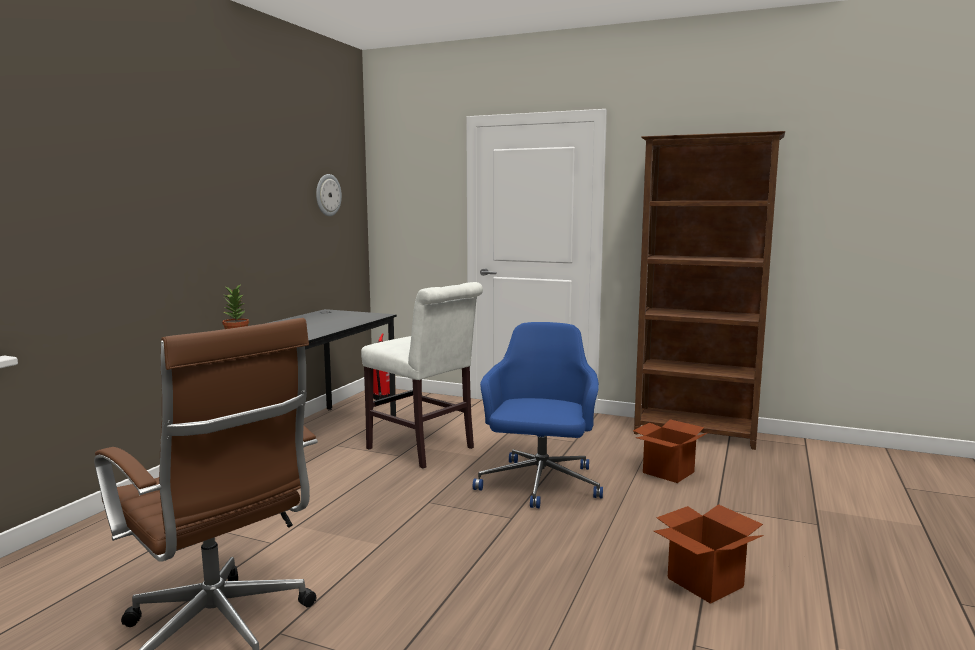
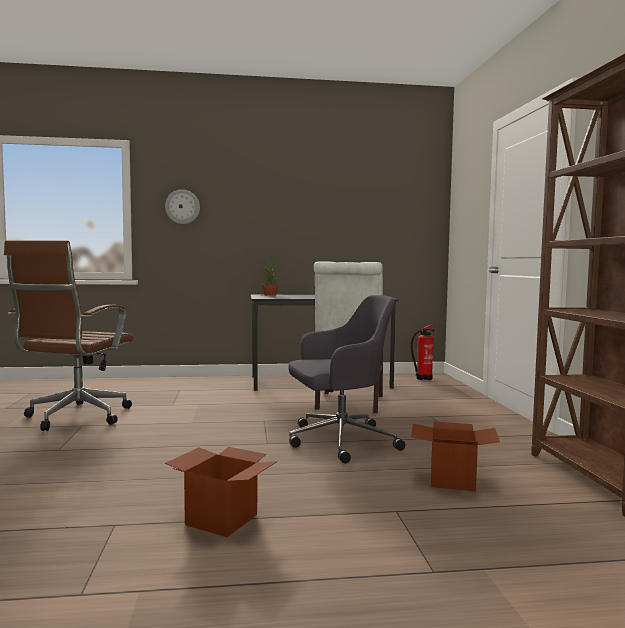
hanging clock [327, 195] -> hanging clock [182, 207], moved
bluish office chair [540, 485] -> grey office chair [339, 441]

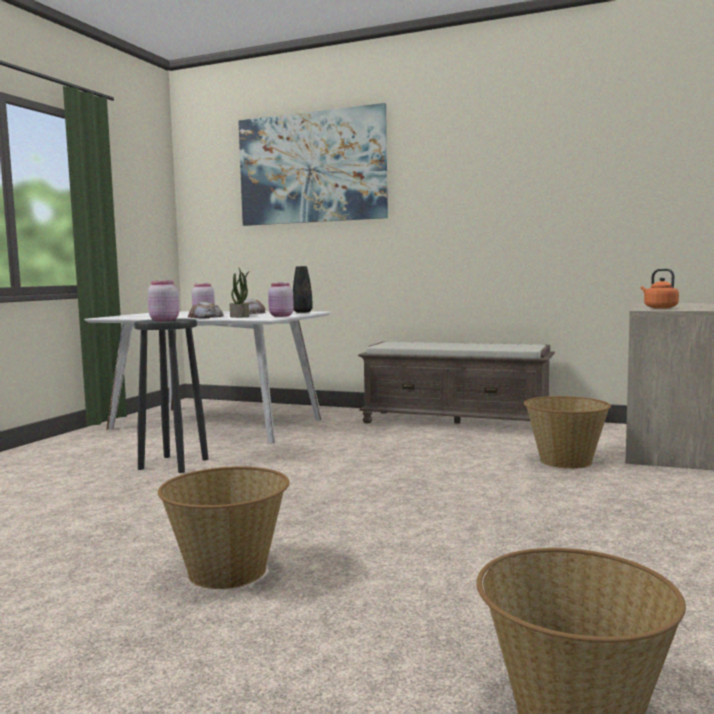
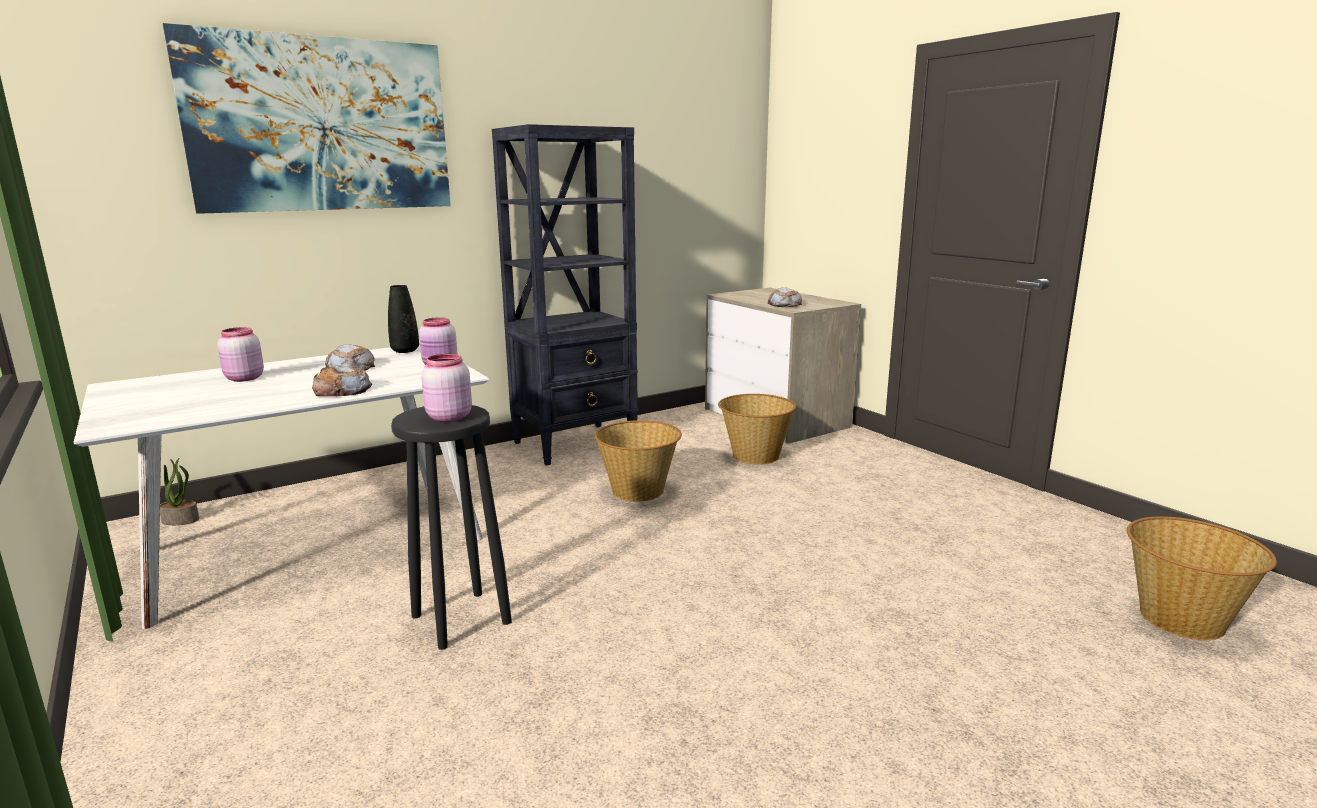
houseplant [240, 316] -> houseplant [181, 520], moved
brown bench [457, 422] -> black bookcase [576, 444]
basket [228, 572] -> basket [639, 490], moved
orangey tea kettle [659, 308] -> baked bread [784, 304]

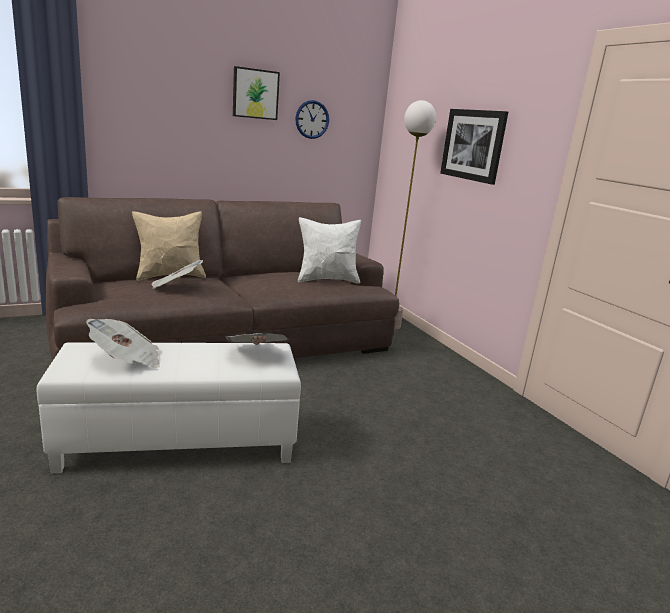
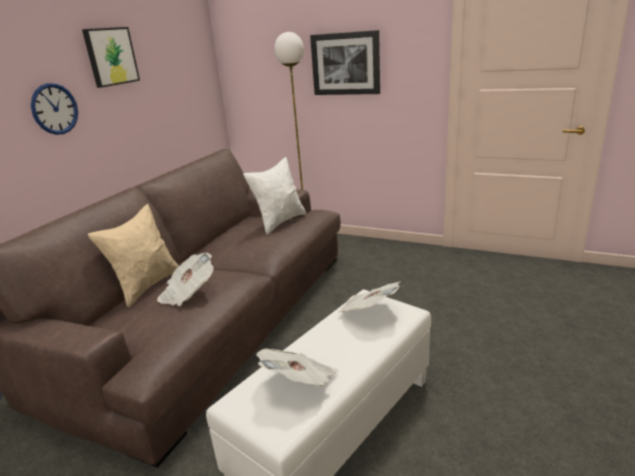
hanging clock [312, 119] -> hanging clock [54, 109], moved

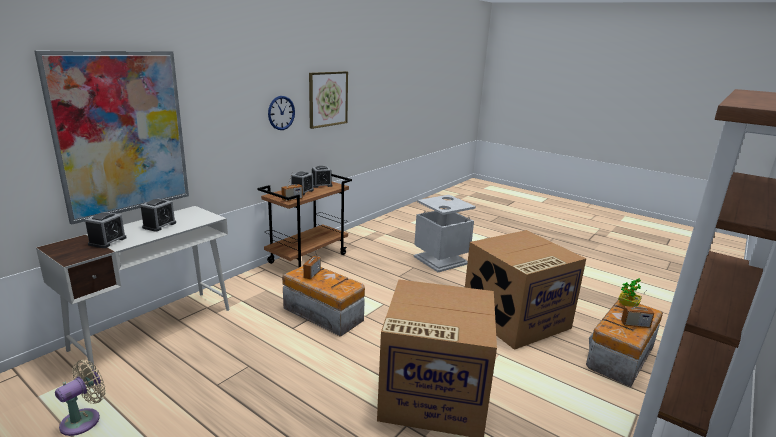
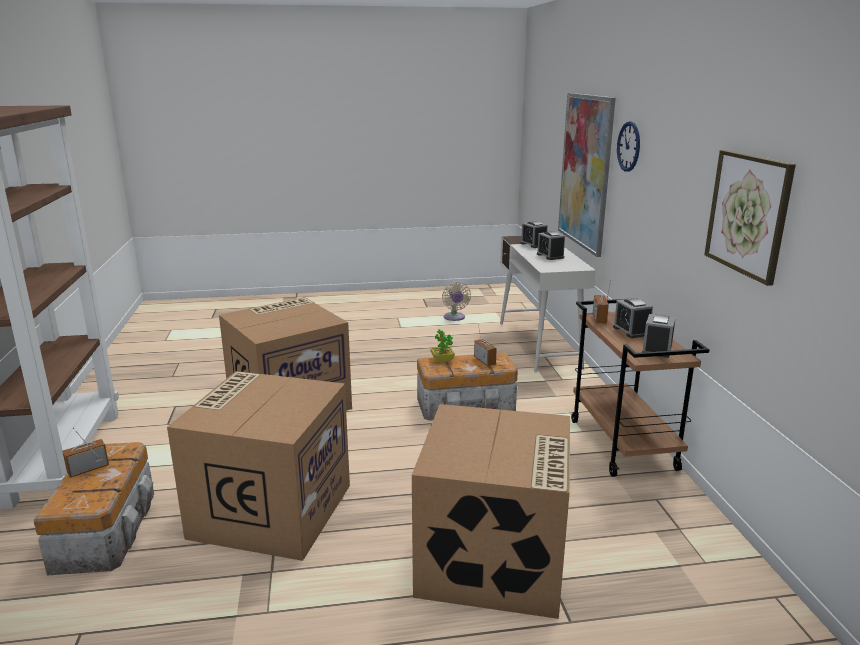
grey waste bin [441, 260] -> packing box [494, 561]
houseplant [628, 305] -> houseplant [442, 360], moved
hanging clock [281, 113] -> hanging clock [629, 146], moved

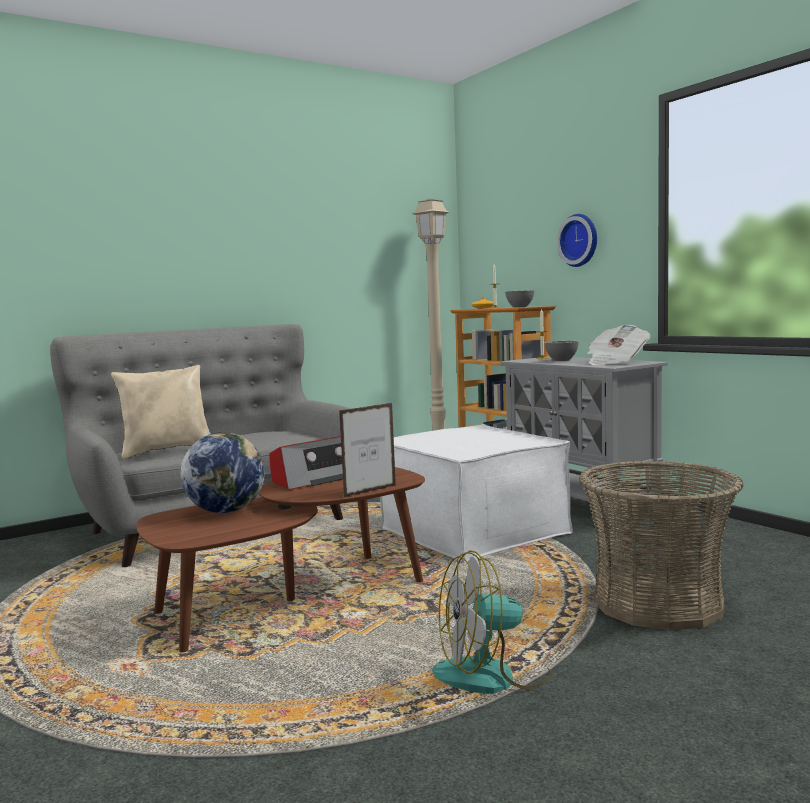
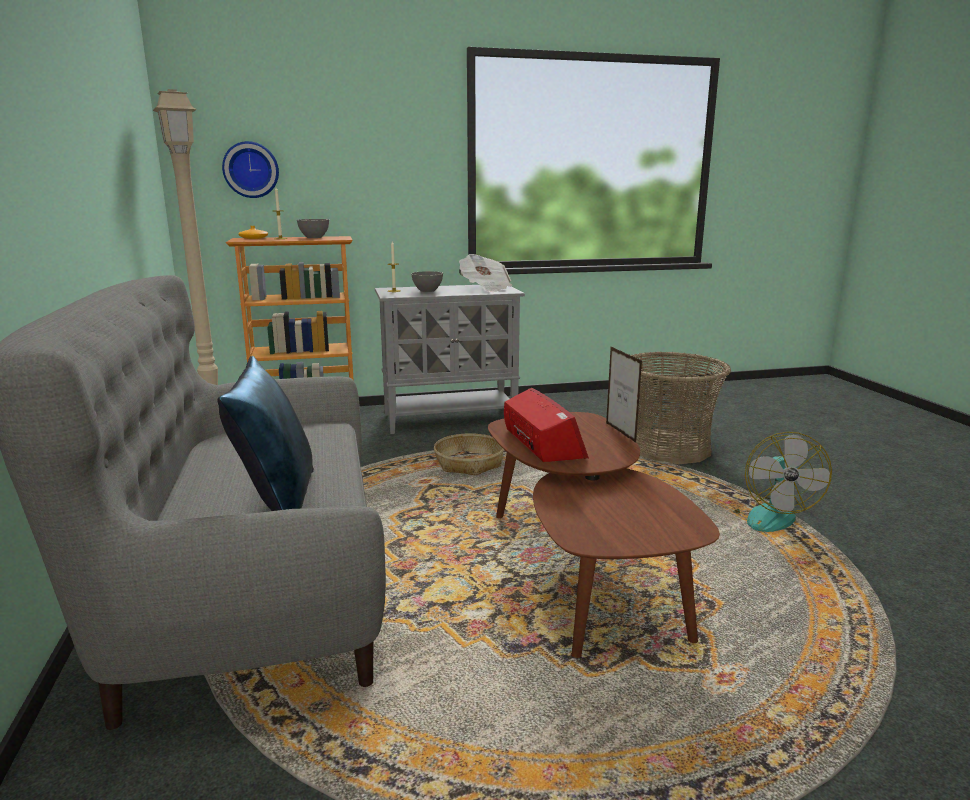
beige-coloured throw pillow [167, 451] -> bluish throw pillow [278, 503]
hanging clock [580, 240] -> hanging clock [251, 170], moved
white-coloured ottoman [474, 531] -> basket [468, 463]
desk globe [226, 511] -> none

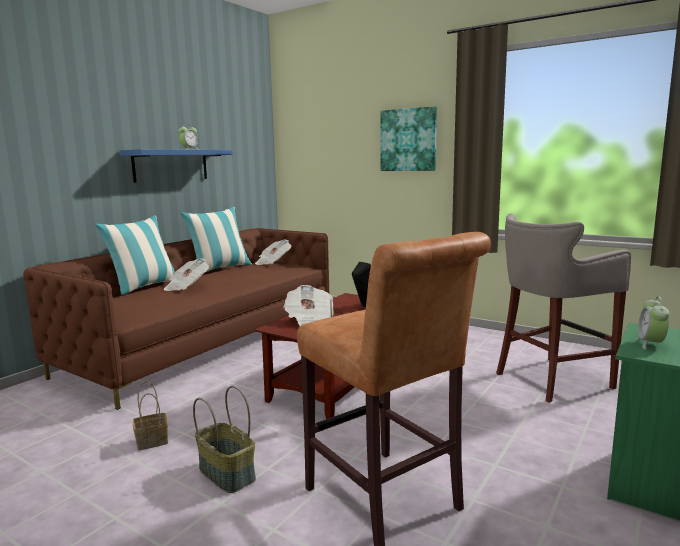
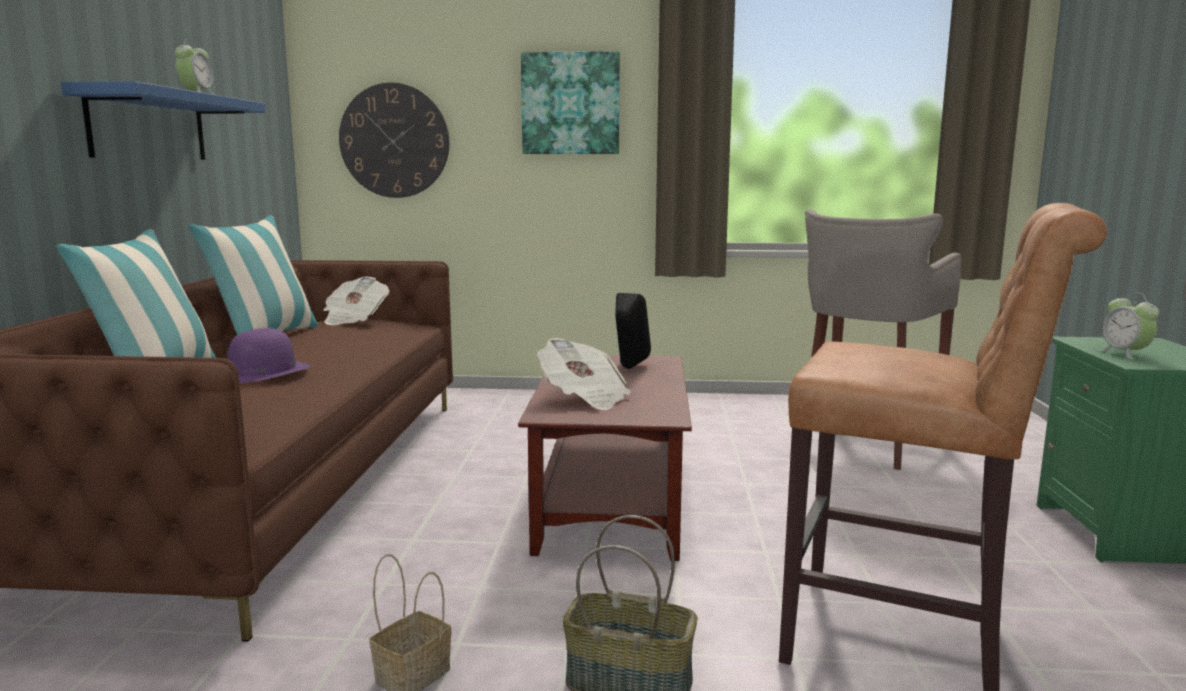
printed paper [186, 287] -> purplish clothing hat [262, 372]
none -> hanging clock [394, 141]

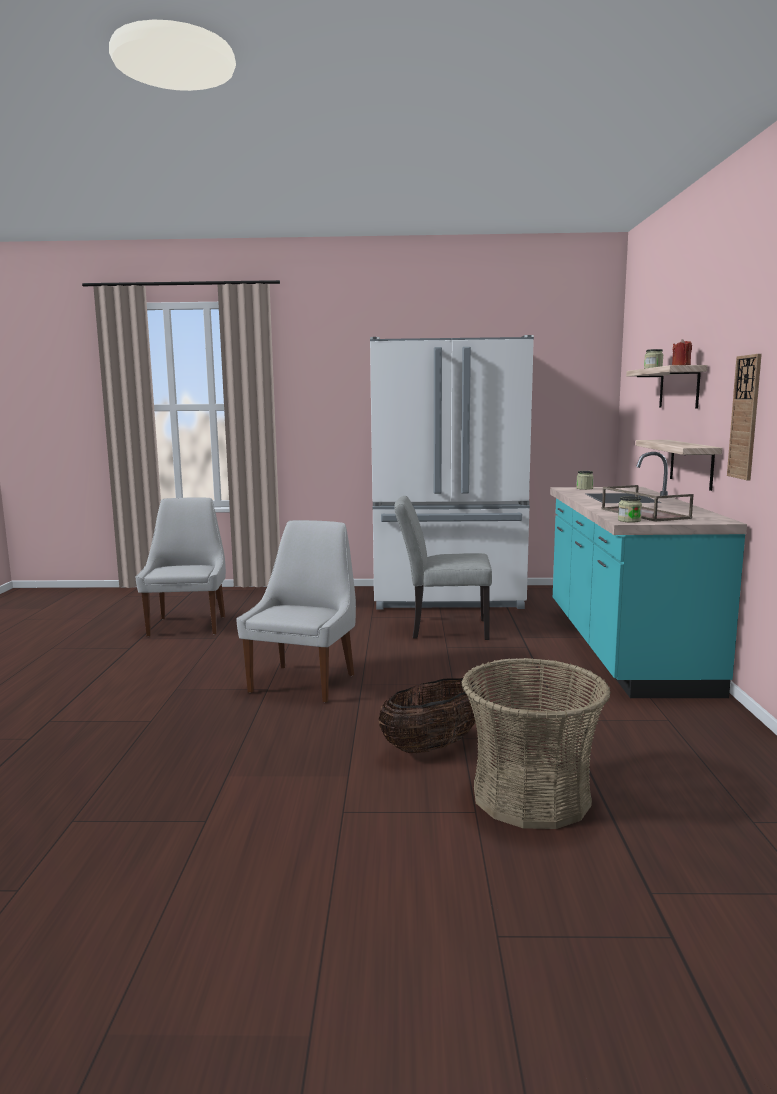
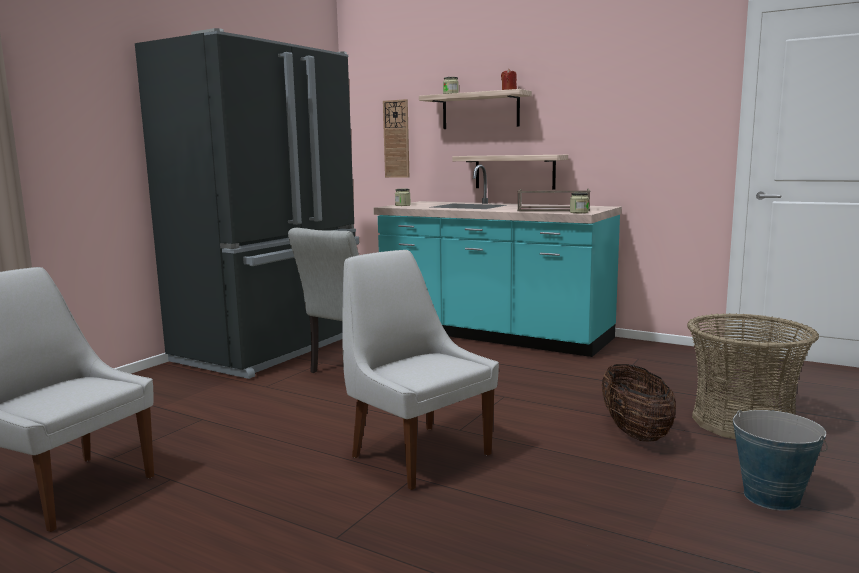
white-coloured refrigerator [448, 598] -> black refrigerator [273, 348]
hanging clock [745, 417] -> hanging clock [396, 139], moved
none -> pail [771, 497]

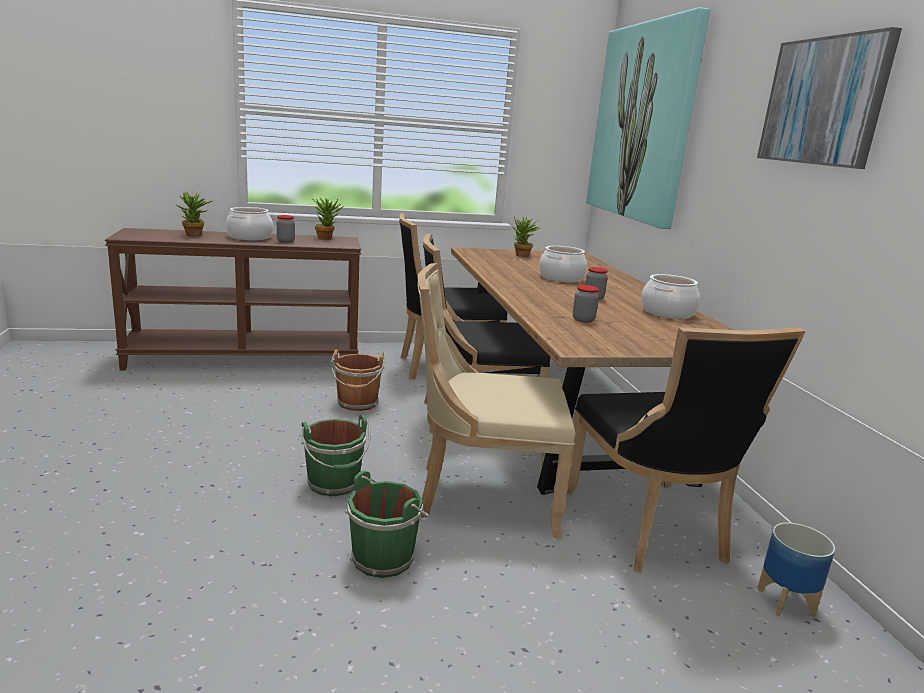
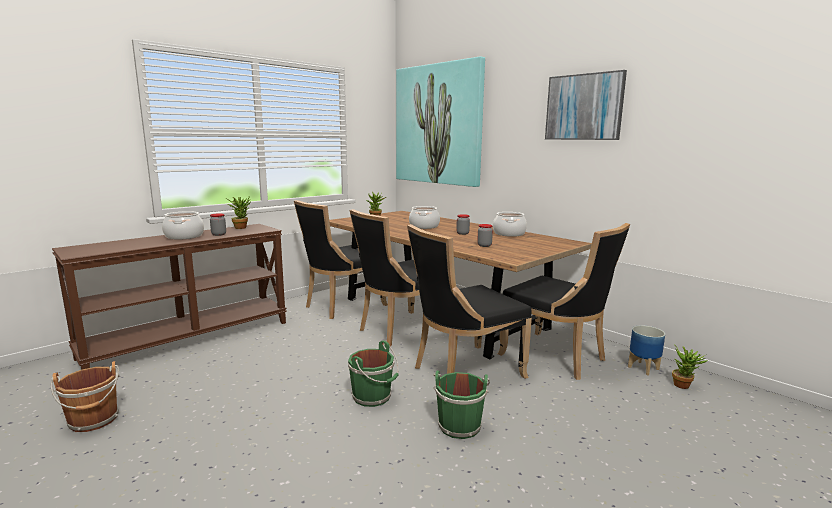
brown pail [357, 403] -> brown pail [94, 421], moved
beige-coloured upright chair [482, 496] -> black upright chair [463, 371]
houseplant [195, 235] -> houseplant [684, 385], moved

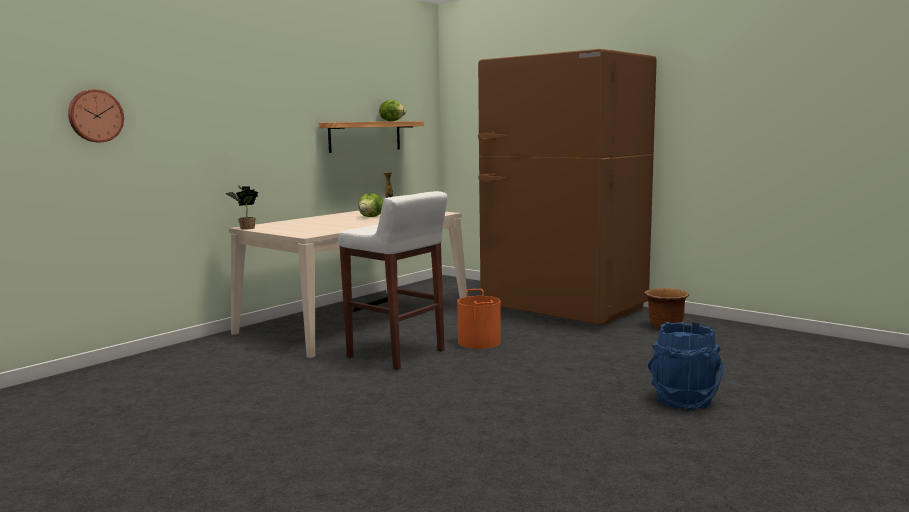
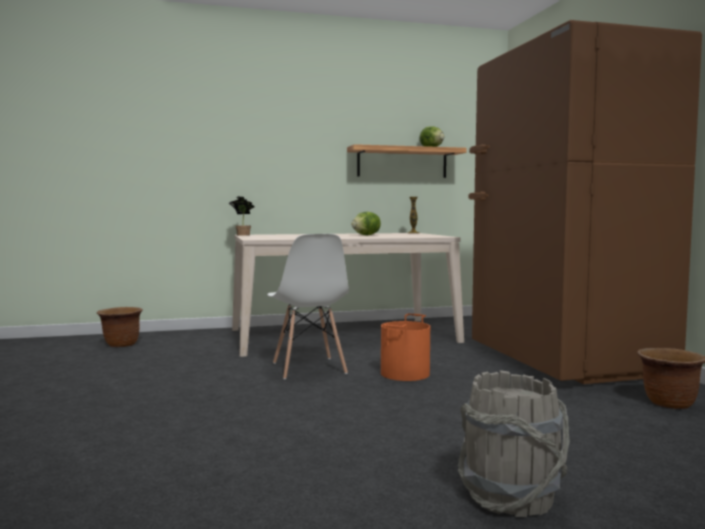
none -> brown flower pot [121, 344]
white-coloured stool [397, 354] -> white-coloured upright chair [308, 368]
bluish pail [684, 400] -> grey pail [511, 497]
hanging clock [95, 116] -> none

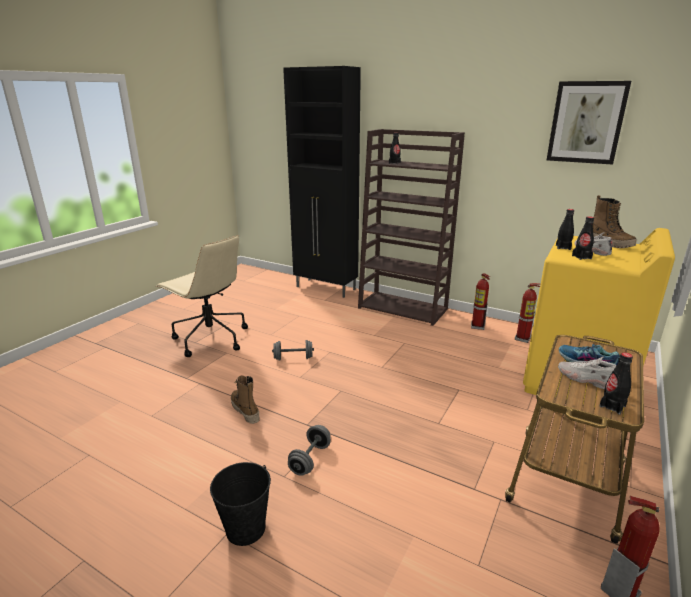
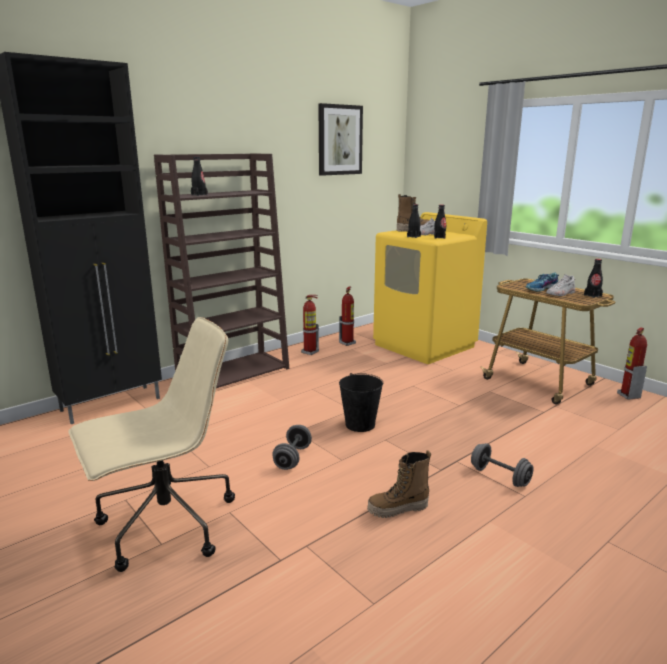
black pail [245, 528] -> black pail [360, 424], moved

